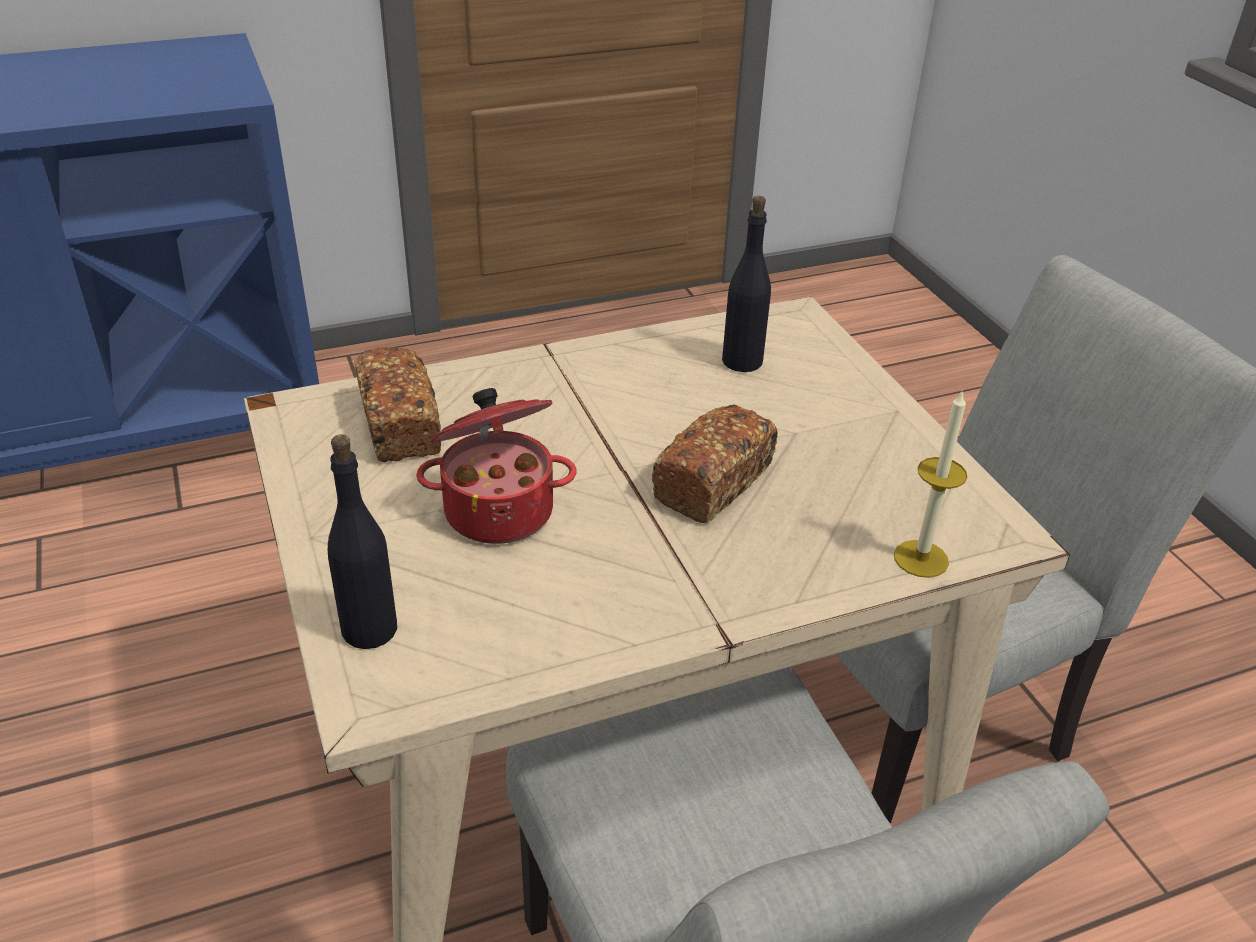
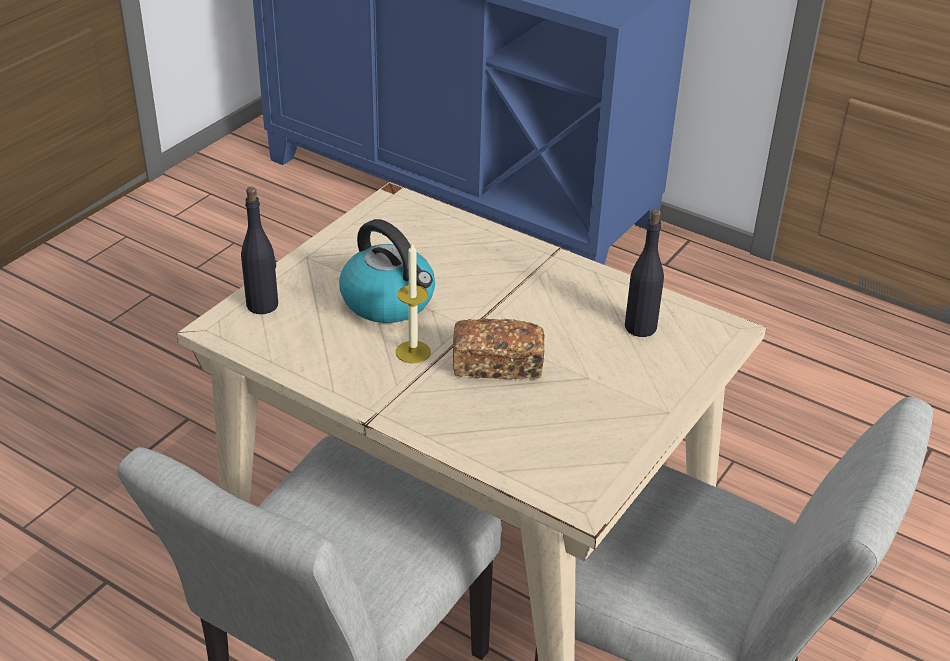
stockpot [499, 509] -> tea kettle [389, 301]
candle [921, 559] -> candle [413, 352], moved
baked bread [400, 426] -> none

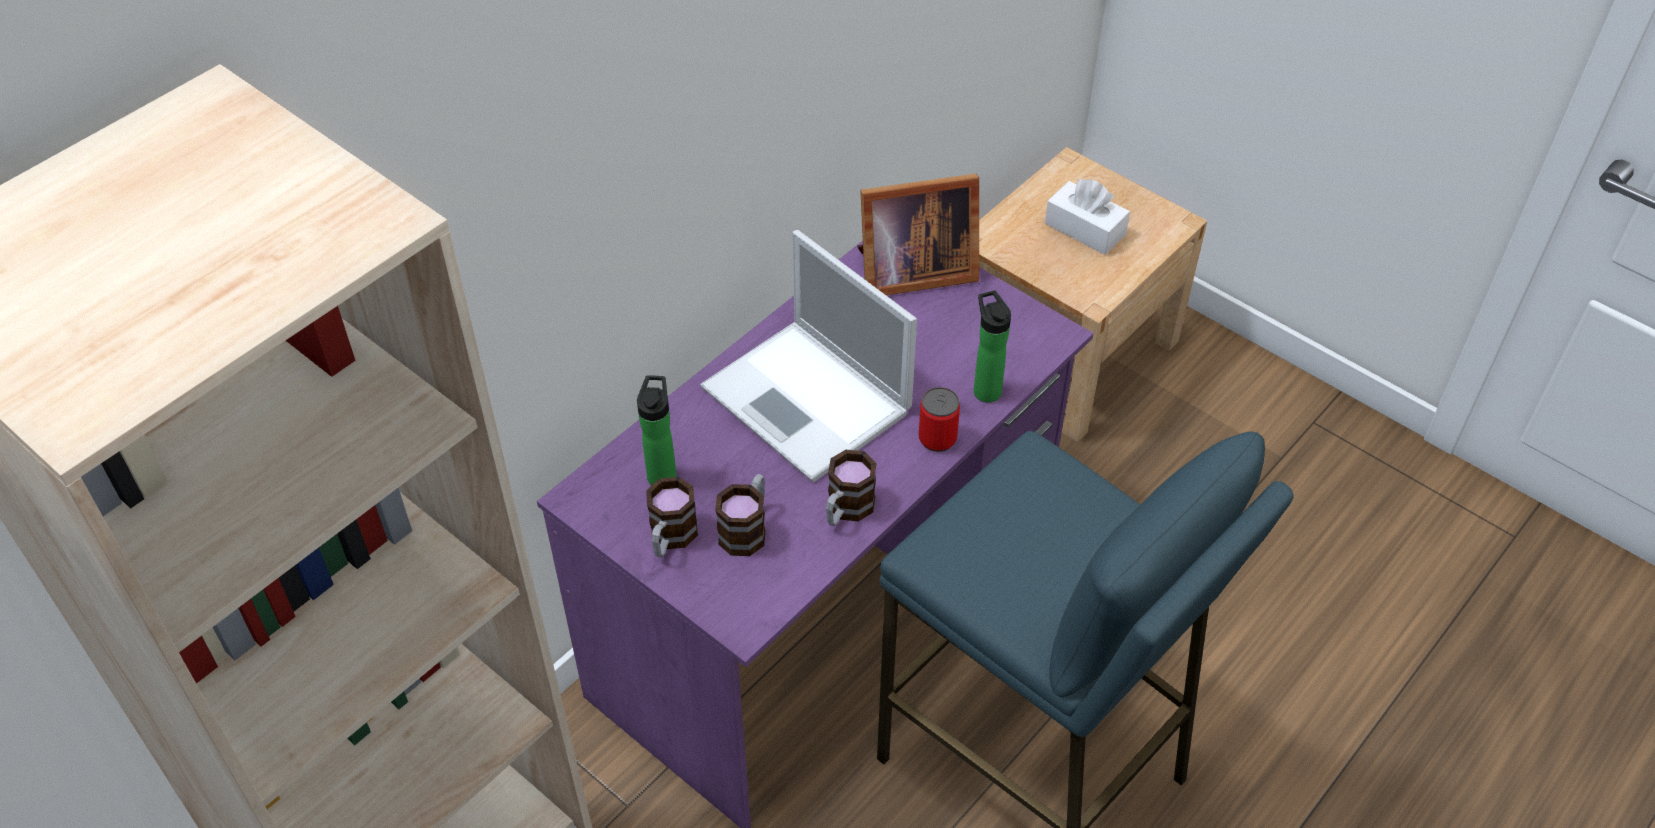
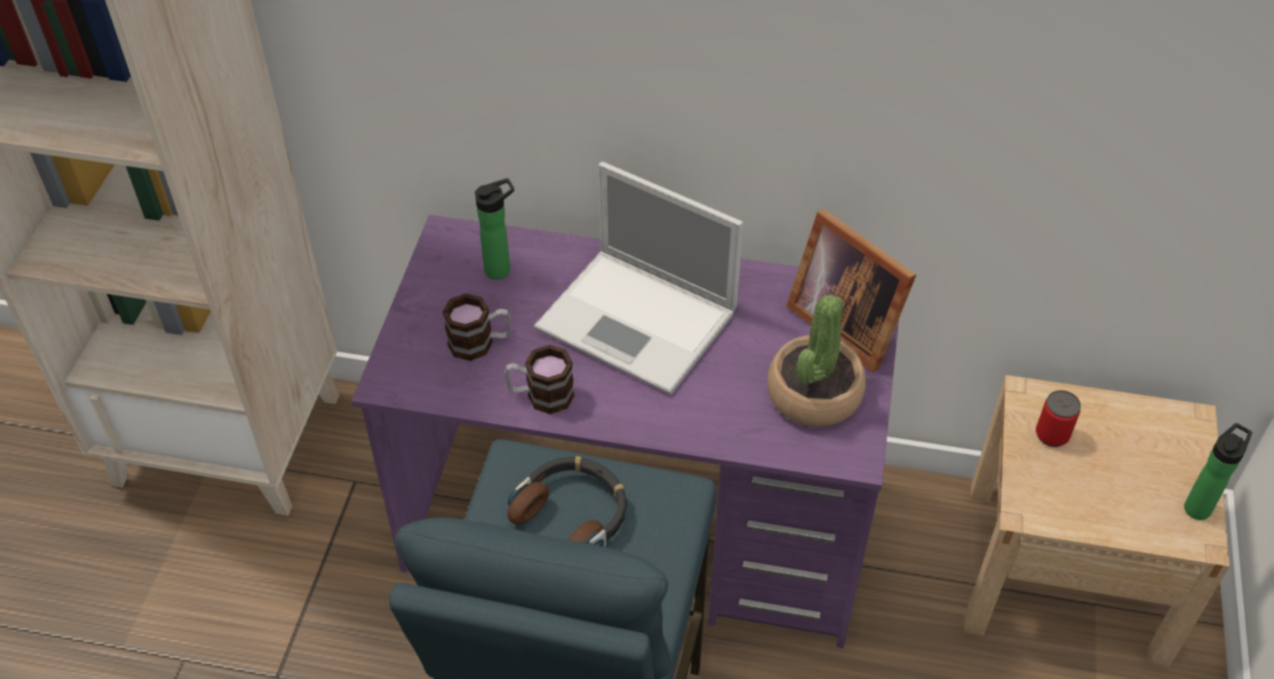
none -> pair of headphones [573, 514]
notebook computer [809, 402] -> notebook computer [640, 321], 75 degrees counterclockwise
none -> houseplant [814, 394]
sealed can [937, 438] -> sealed can [1052, 434], moved
beverage bottle [985, 389] -> beverage bottle [1199, 506], moved
mug [670, 538] -> none
white-coloured tissue box [1085, 229] -> none

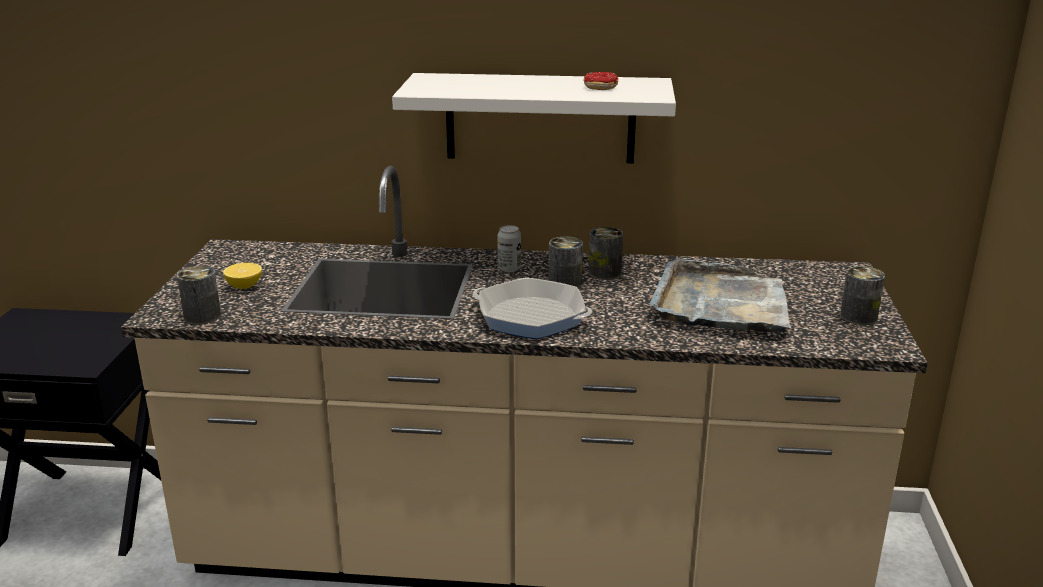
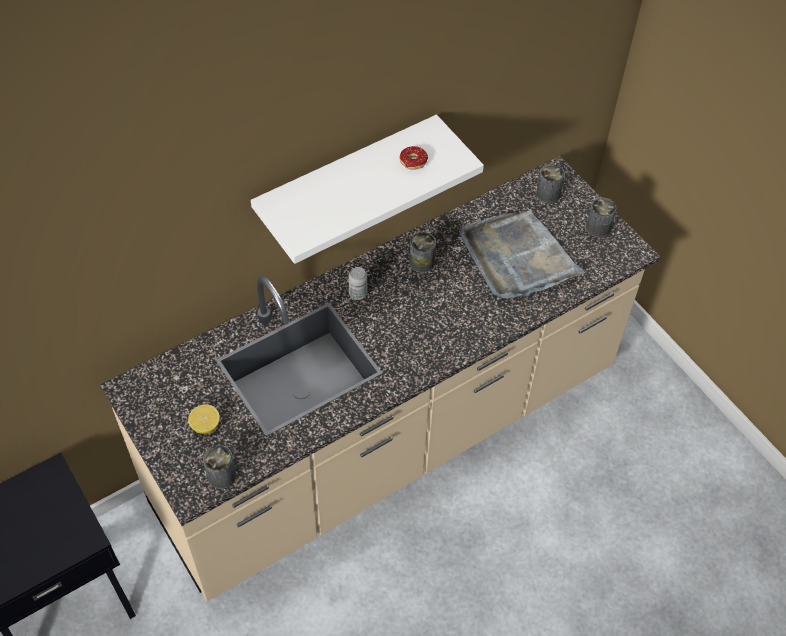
sealed can [565, 284] -> sealed can [548, 194], moved
pan [531, 316] -> none

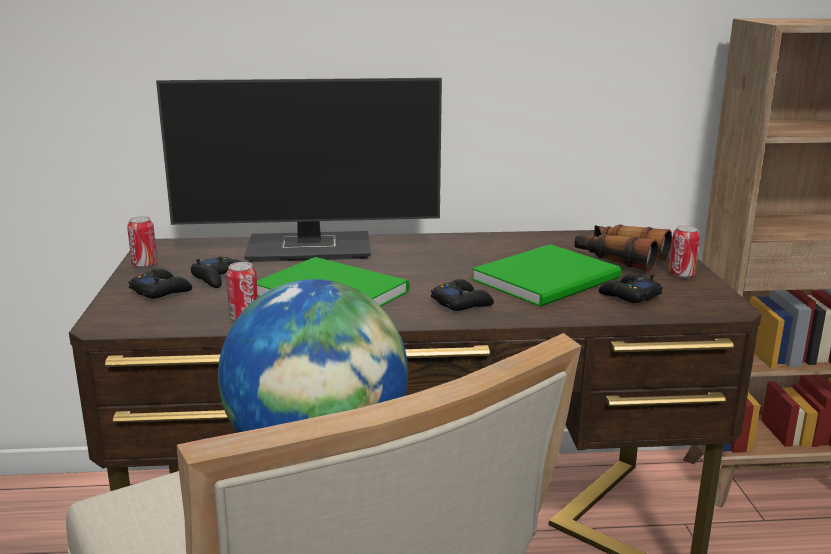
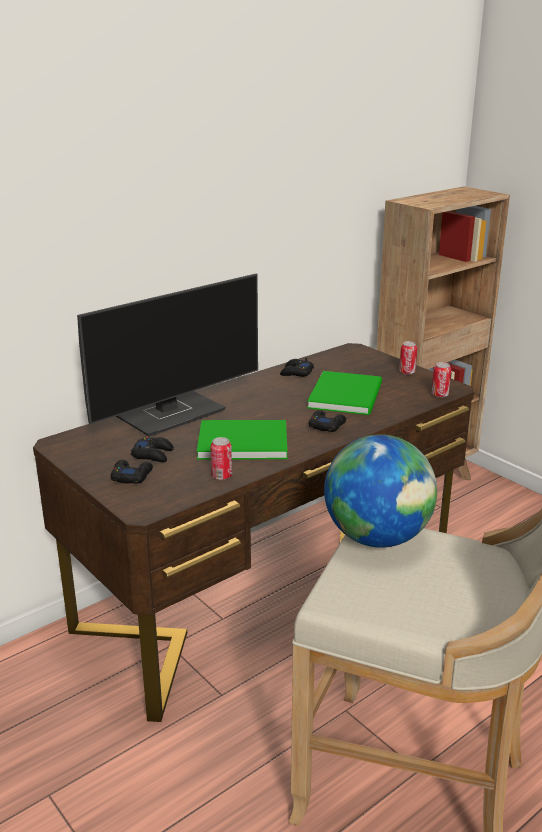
black gamepad [629, 295] -> black gamepad [296, 373], moved
sealed can [144, 264] -> sealed can [439, 395], moved
binoculars [619, 258] -> none

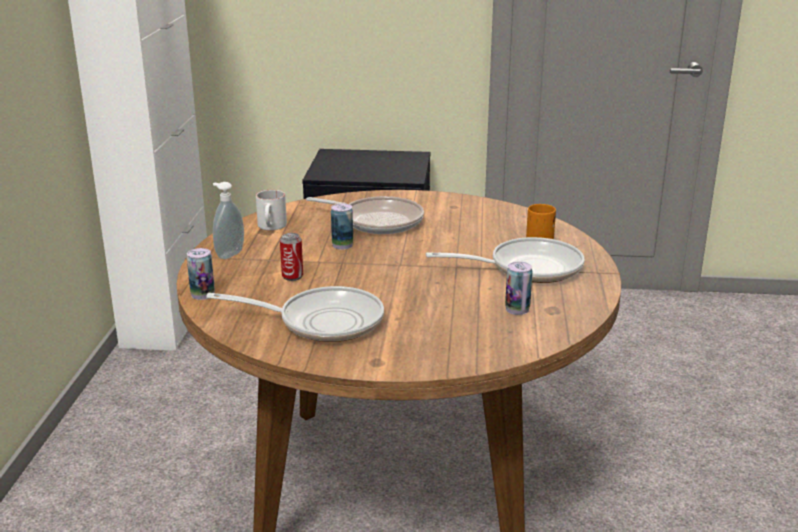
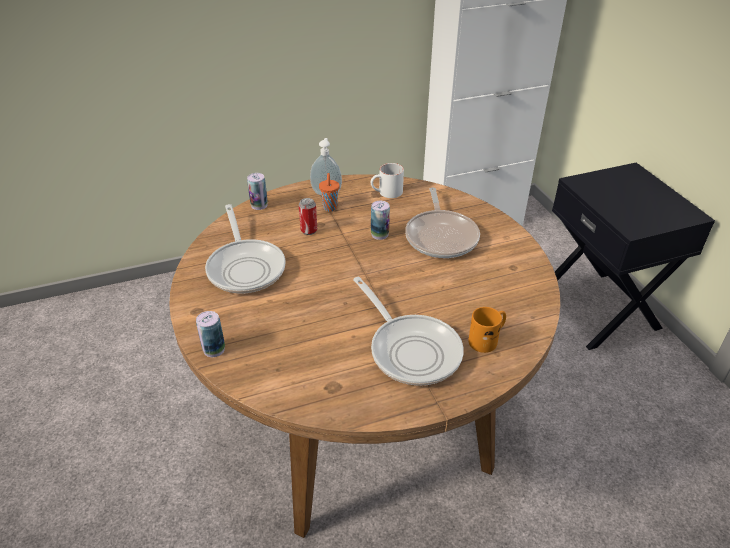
sealed can [517, 309] -> sealed can [214, 349], moved
none -> orangey cup [330, 208]

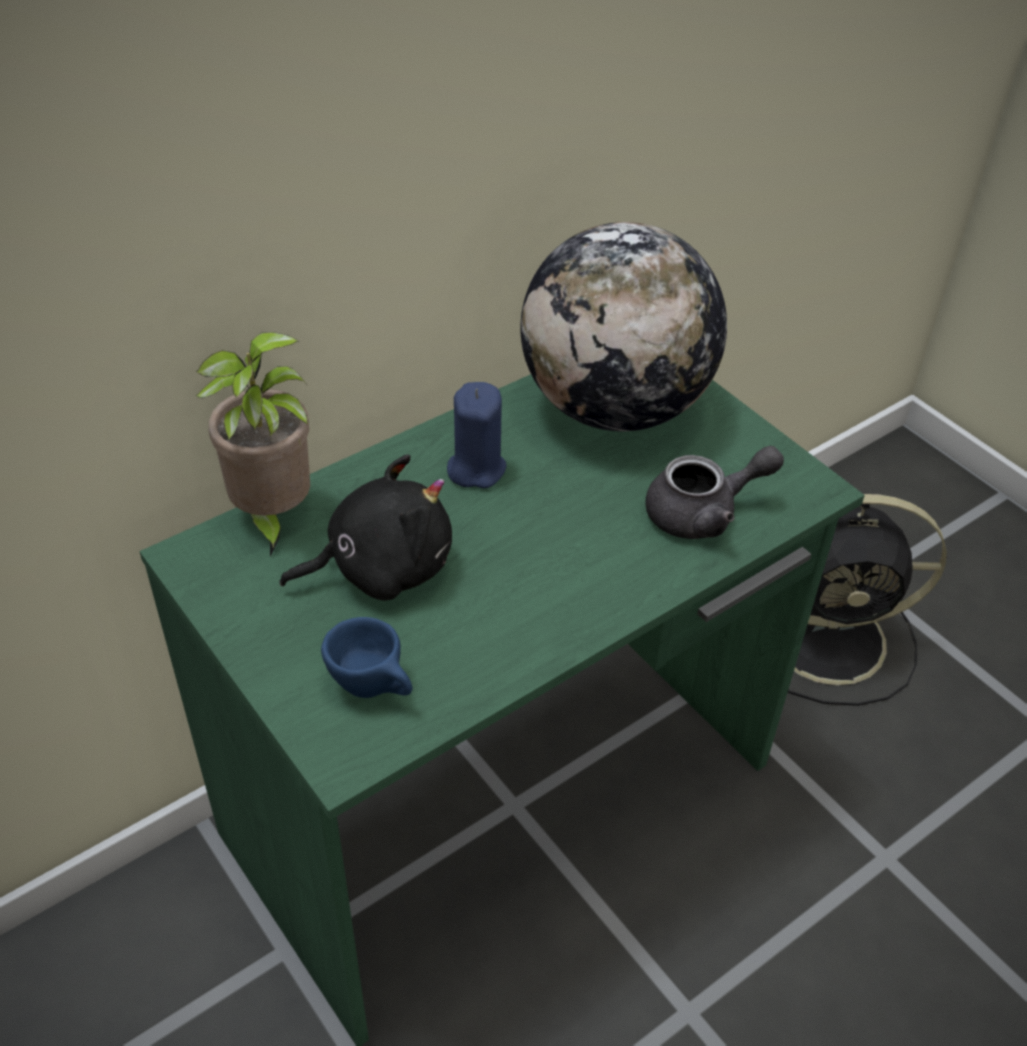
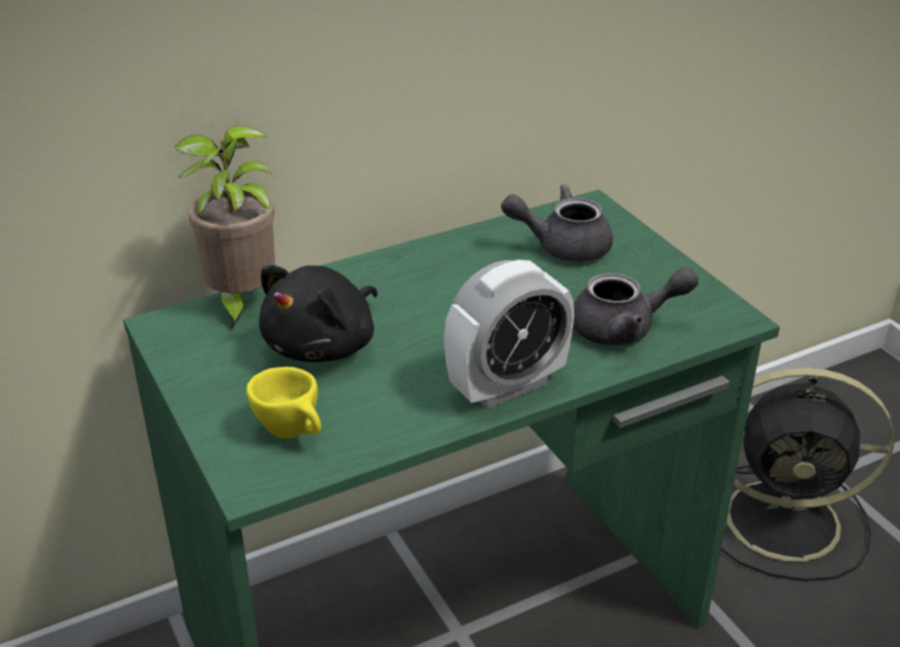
bluish cup [375, 688] -> yellow cup [294, 433]
black cuddly toy [381, 567] -> black cuddly toy [324, 345], 135 degrees clockwise
none -> bedside clock [507, 386]
desk globe [615, 407] -> grey pot for tea [562, 246]
bluish candle [476, 468] -> none

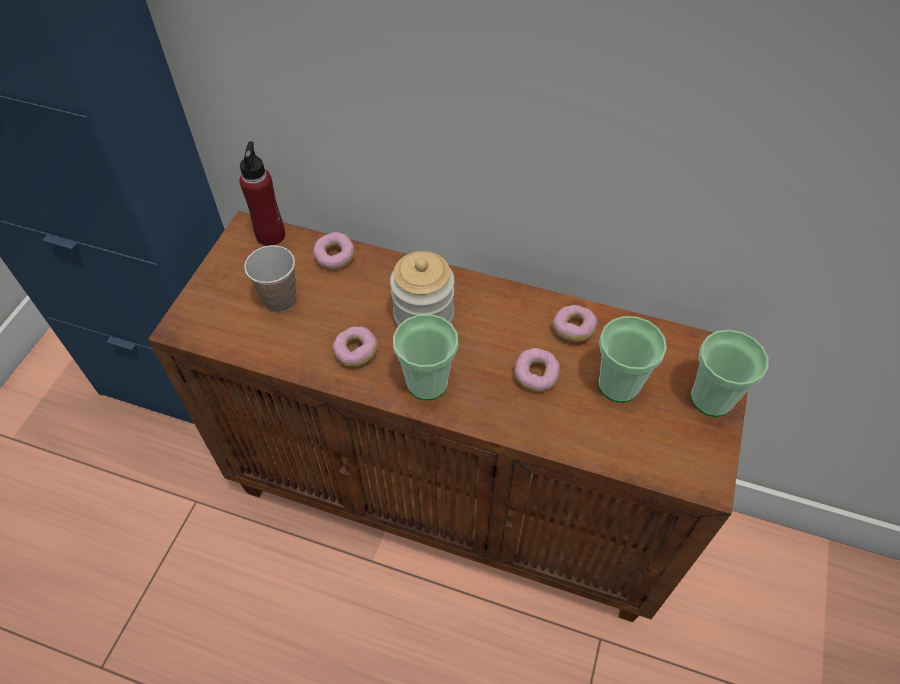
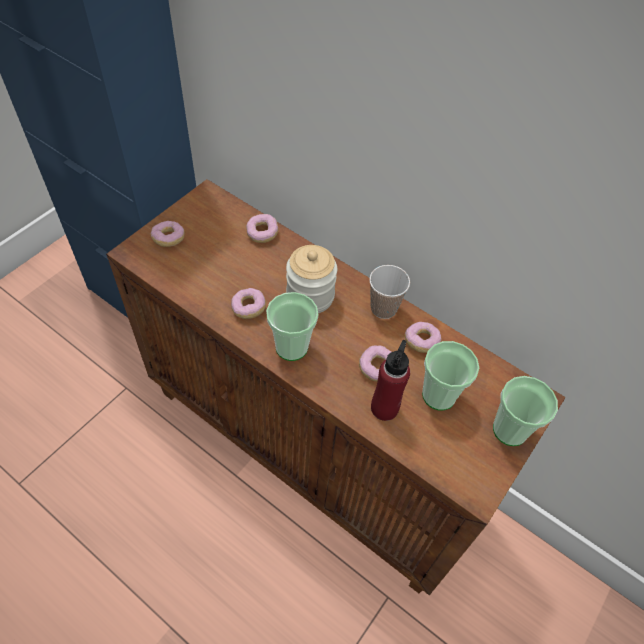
none -> doughnut [169, 239]
cup [280, 300] -> cup [383, 308], moved
red-coloured beverage bottle [271, 235] -> red-coloured beverage bottle [384, 408], moved

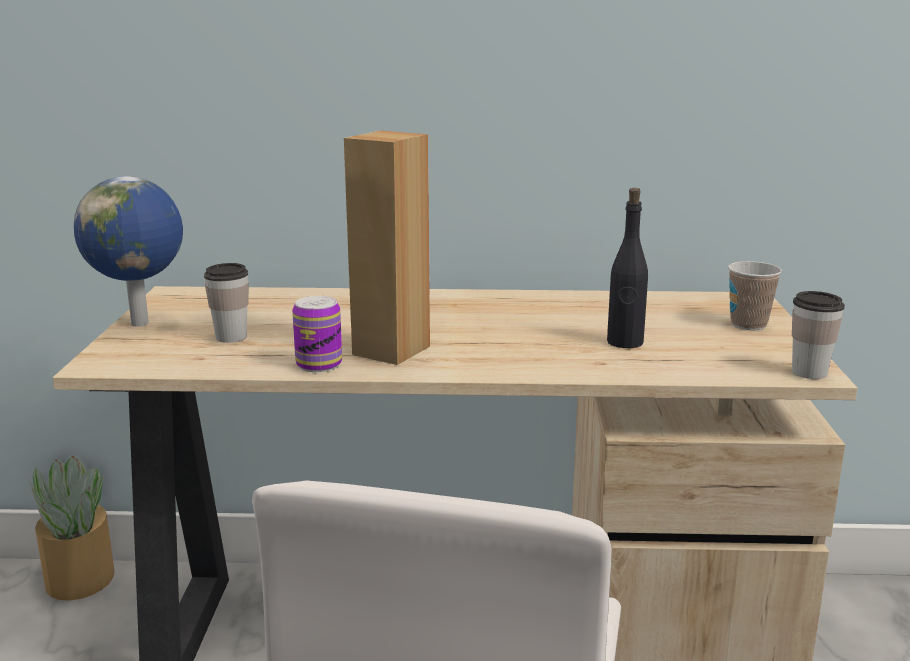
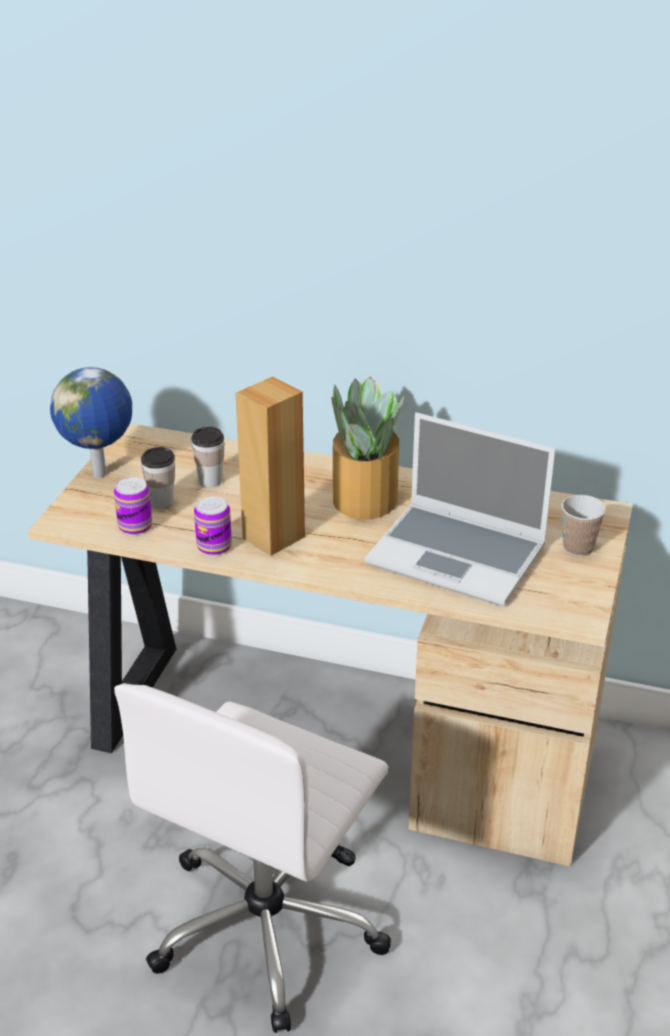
none -> sealed can [135, 526]
cup [809, 372] -> cup [210, 481], moved
houseplant [79, 580] -> houseplant [364, 500], moved
black beverage bottle [625, 342] -> notebook computer [459, 556]

